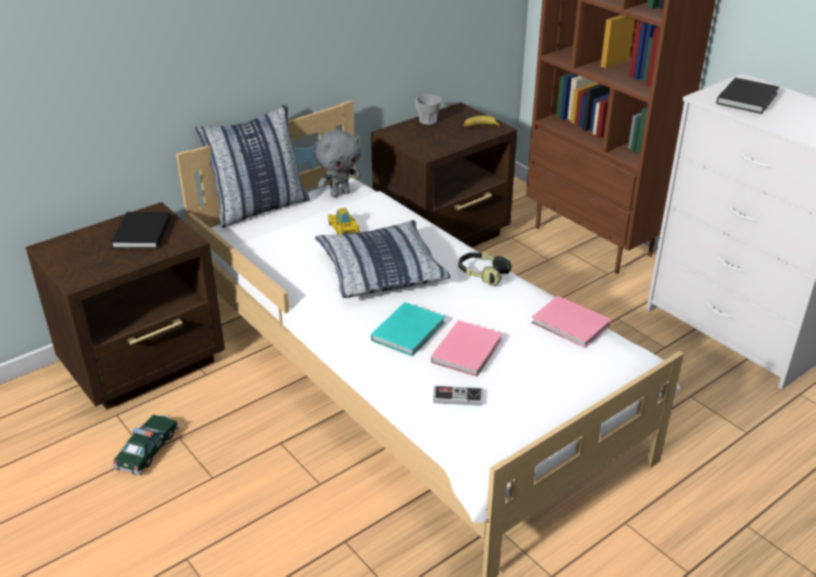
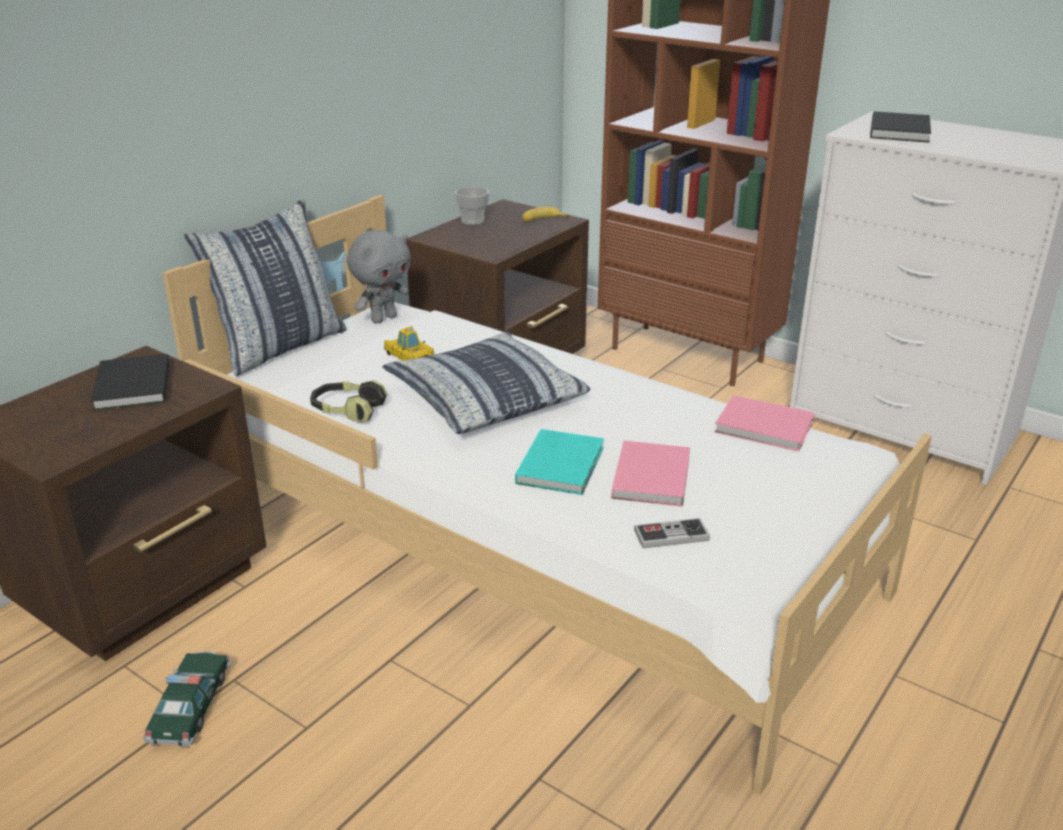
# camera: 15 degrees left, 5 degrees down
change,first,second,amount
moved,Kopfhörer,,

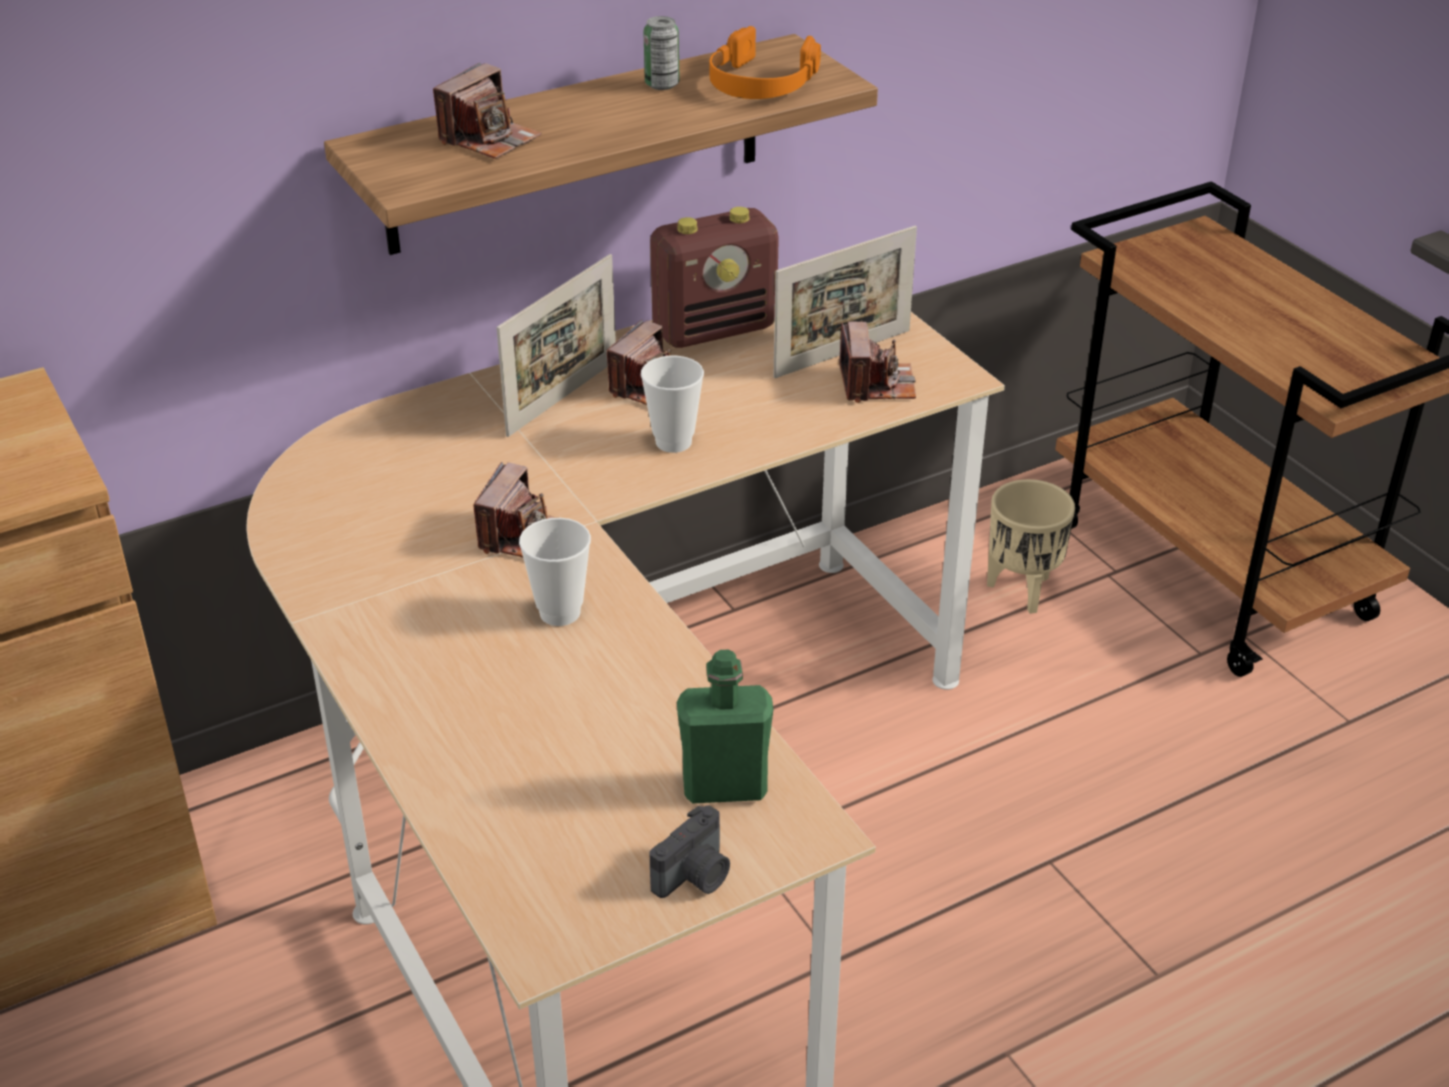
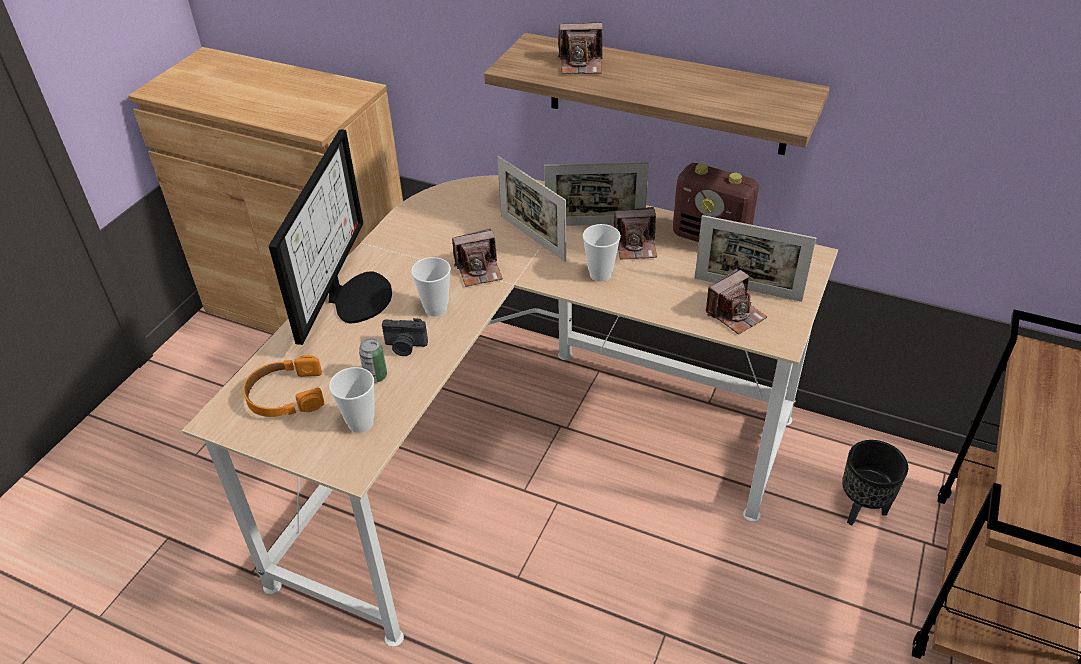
# camera: 55 degrees right, 5 degrees up
change,first,second,amount
moved,Kopfhörer (orange),,
added,,Monitor,
replaced,Flasche (grün),Tasse (1st from left),
moved,Dose,,
moved,Kamera (4th from left in the first image),Kamera (1st from left),
added,,Bilderrahmen (1st from left),
recoloured,Pflanzkübel (beige),Pflanzkübel (schwarz),

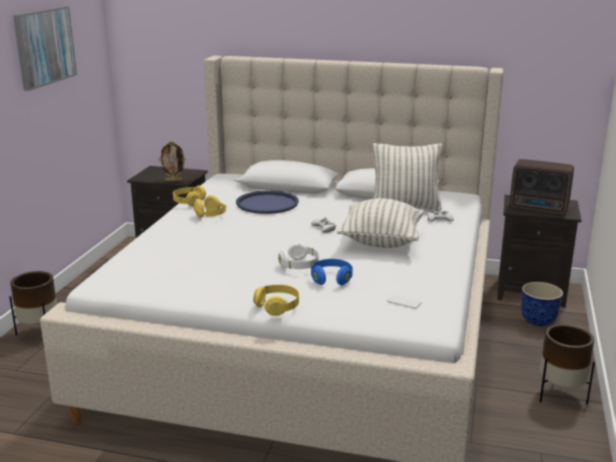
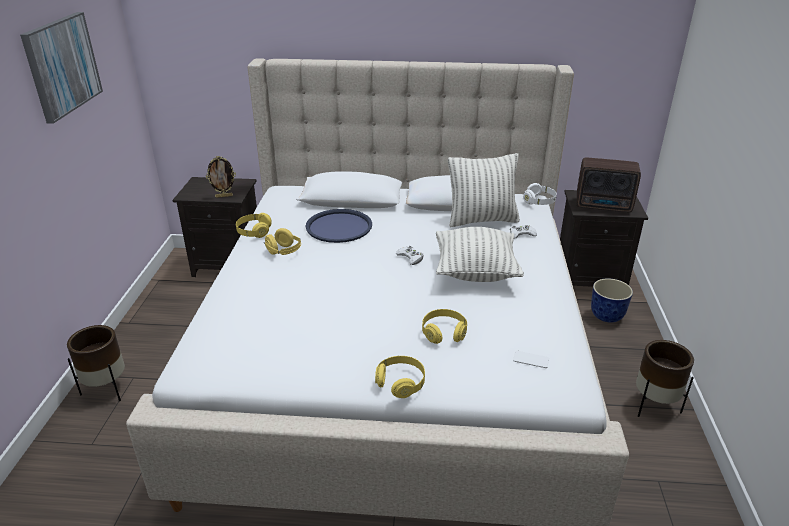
# camera: 10 degrees left, 10 degrees up
change,first,second,amount
recoloured,Kopfhörer (blau),Kopfhörer (gelb) (4th from left),
moved,Kopfhörer (weiß),,

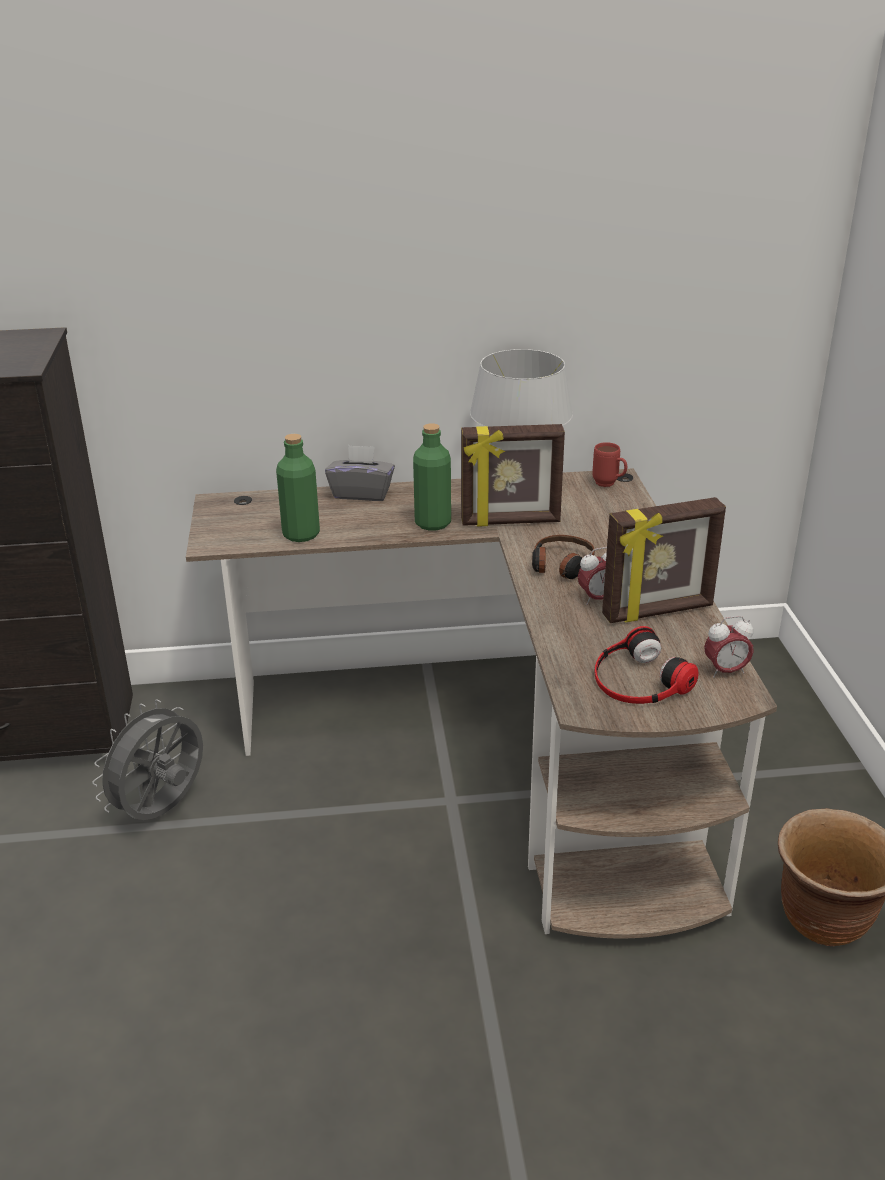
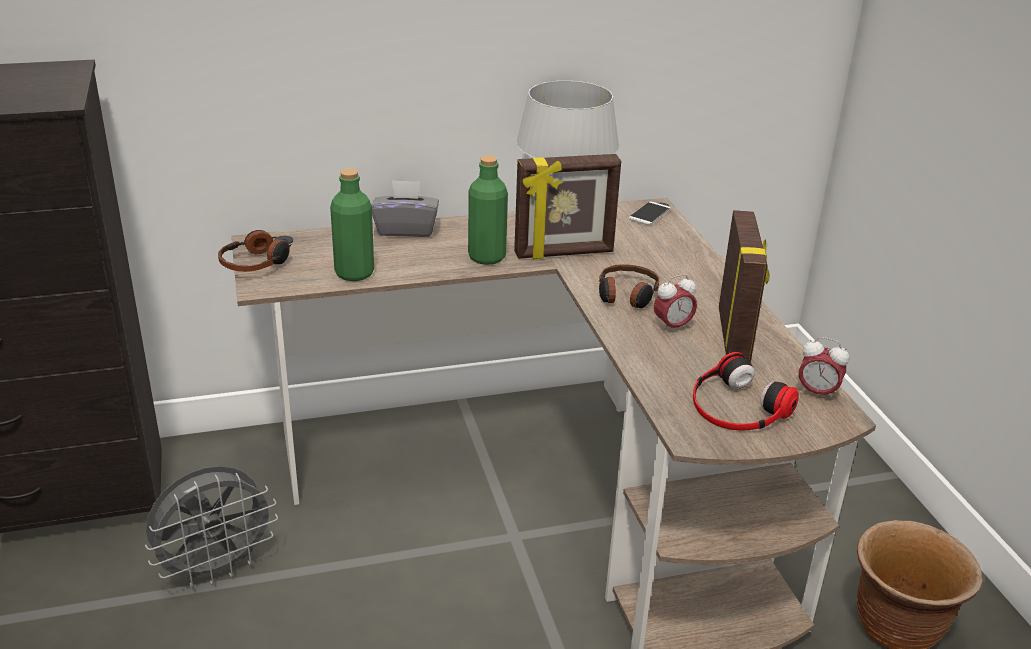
# camera: 10 degrees left, 0 degrees up
change,first,second,amount
turned,Ventilator (grau),,150 degrees counterclockwise
added,,Kopfhörer (1st from left),
replaced,Henkelbecher (rot),Handy,
turned,Bilderrahmen (2nd from left),,60 degrees counterclockwise
turned,Wecker (2nd from left),,45 degrees clockwise

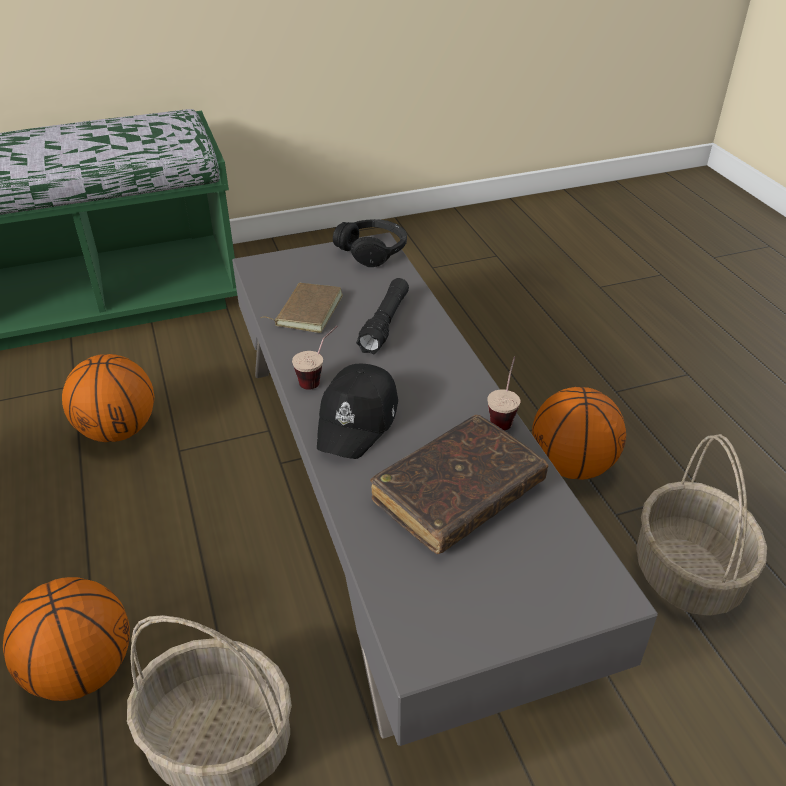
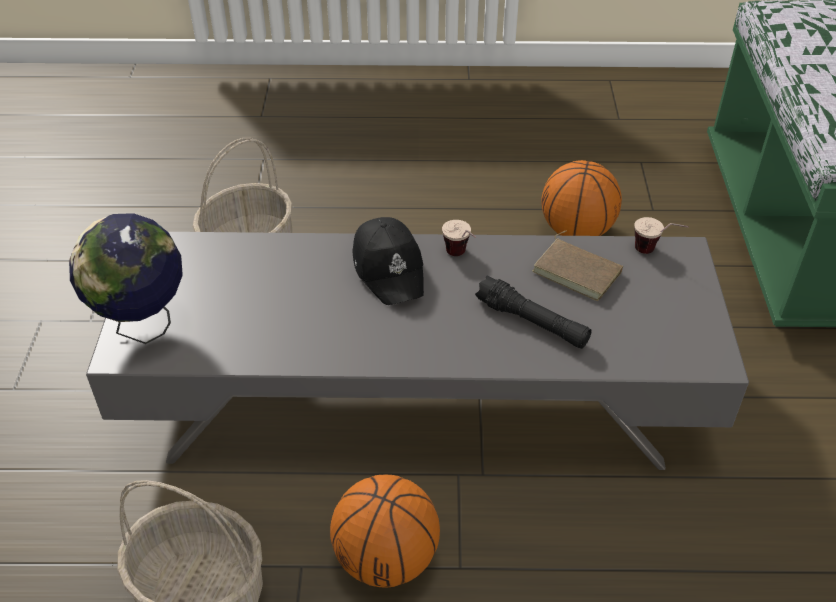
# camera: 110 degrees right, 5 degrees up
change,first,second,amount
added,,Globus,
turned,Kappe (schwarz),,150 degrees counterclockwise
moved,Tasse (2nd from left),,
removed,Basketball (1st from left),,
removed,Kopfhörer (schwarz),,
removed,Buch (braun) (2nd from left),,

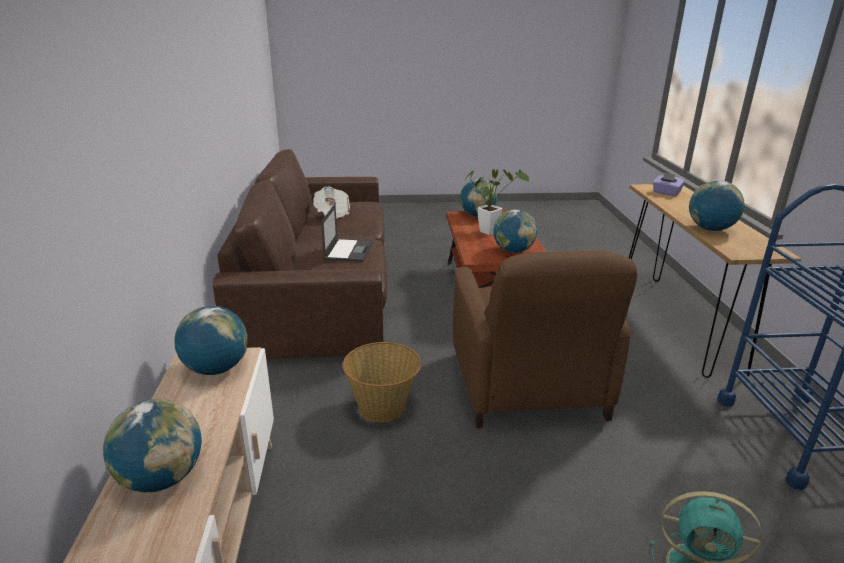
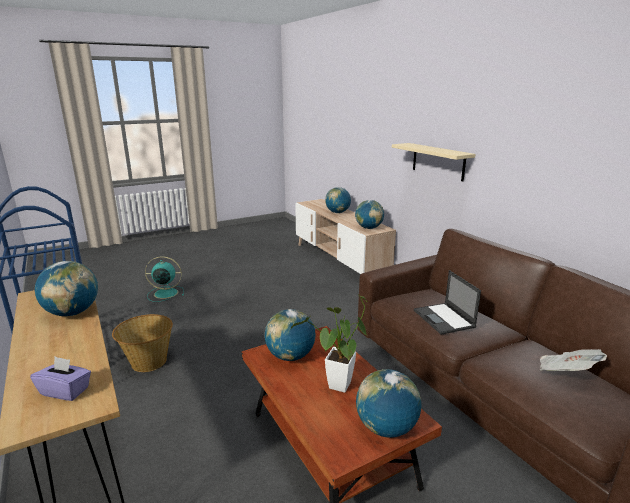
# camera: 155 degrees right, 5 degrees down
change,first,second,amount
moved,Korb,,
added,,Wandregal (beige),
removed,Sessel (braun),,

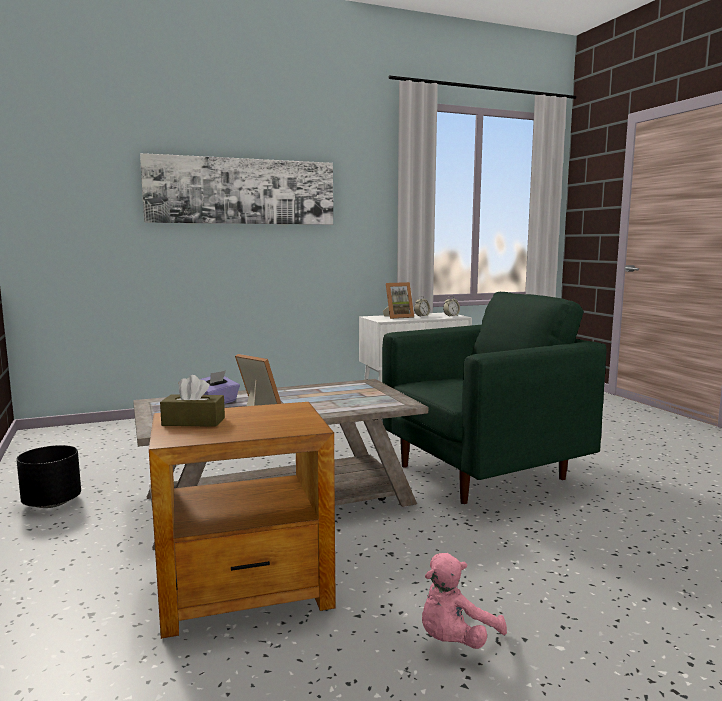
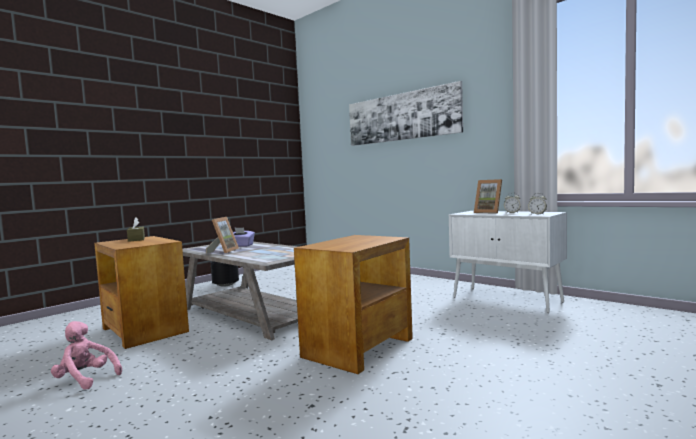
# camera: 65 degrees right, 5 degrees down
change,first,second,amount
replaced,Sessel (grün),Beistelltisch (braun) (2nd from left),

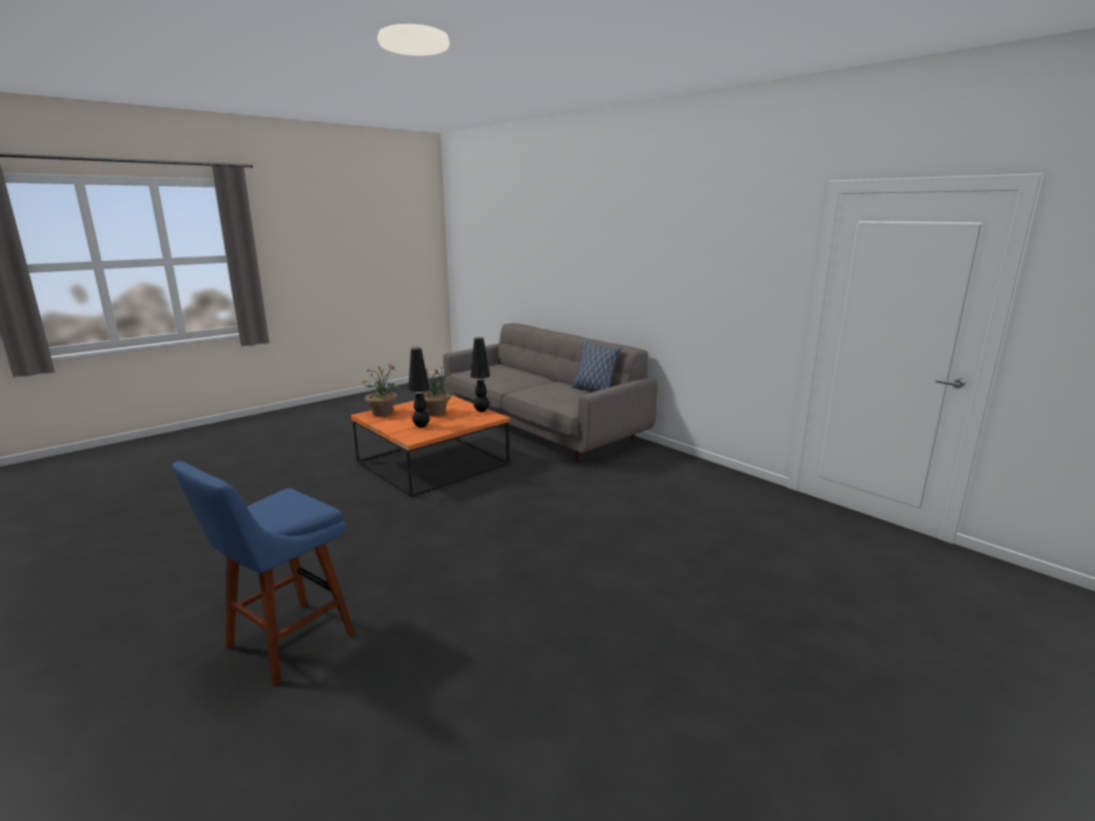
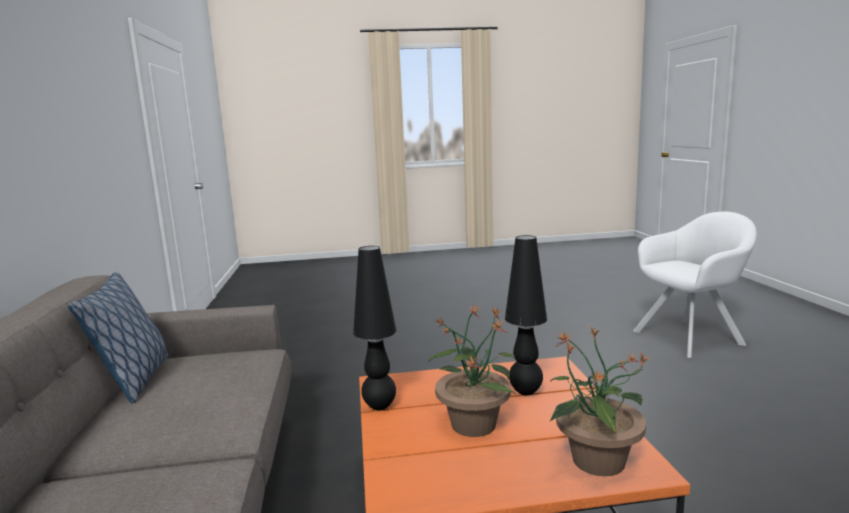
# camera: 145 degrees left, 5 degrees down
change,first,second,amount
replaced,Hocker (blau),Sessel (weiß),

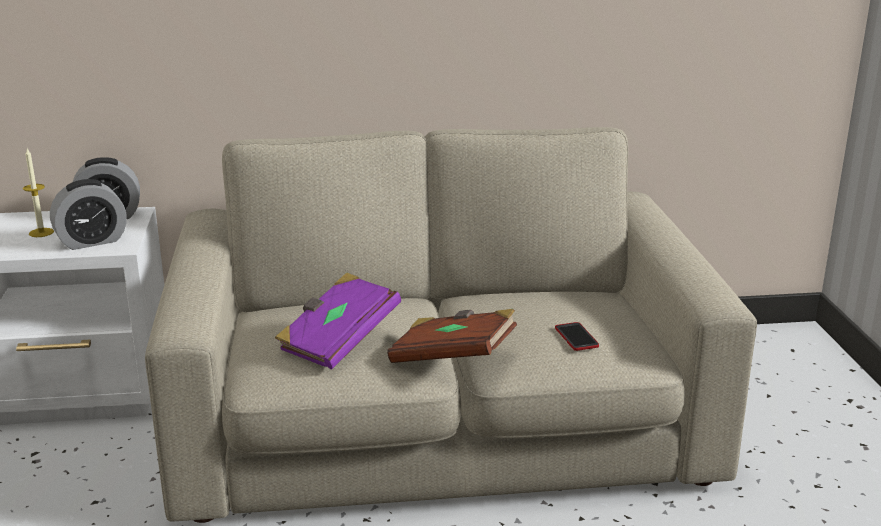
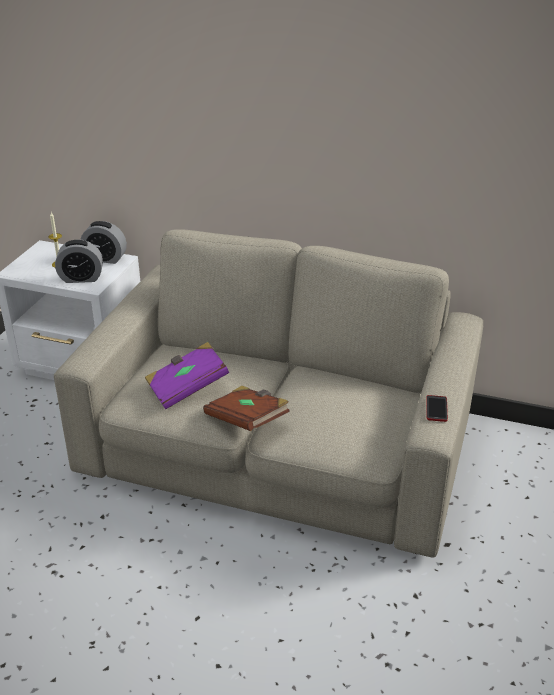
# camera: 25 degrees right, 10 degrees up
change,first,second,amount
moved,Handy,,

